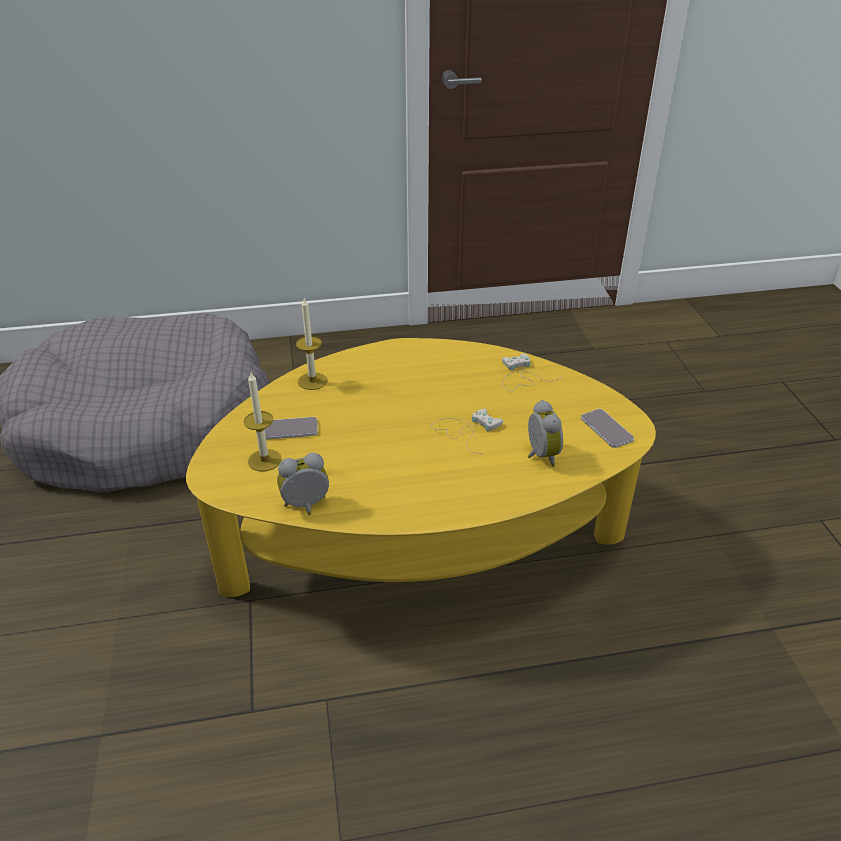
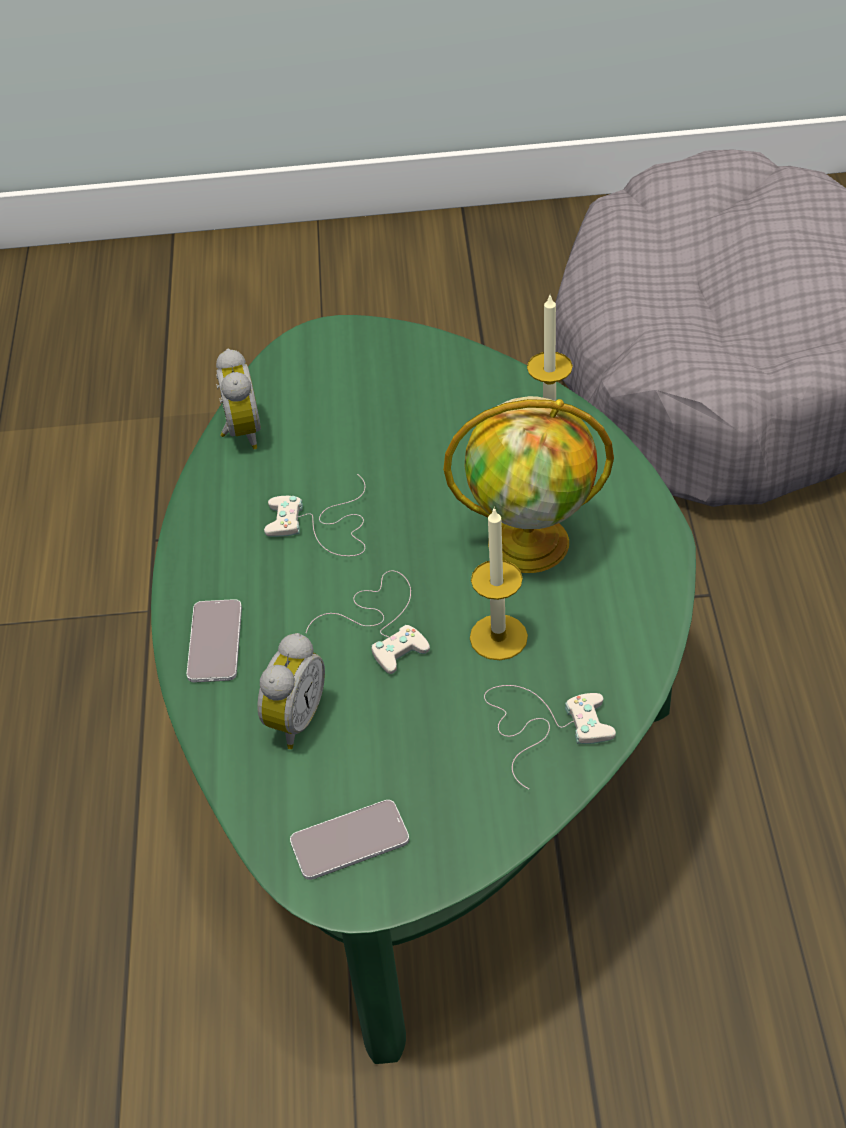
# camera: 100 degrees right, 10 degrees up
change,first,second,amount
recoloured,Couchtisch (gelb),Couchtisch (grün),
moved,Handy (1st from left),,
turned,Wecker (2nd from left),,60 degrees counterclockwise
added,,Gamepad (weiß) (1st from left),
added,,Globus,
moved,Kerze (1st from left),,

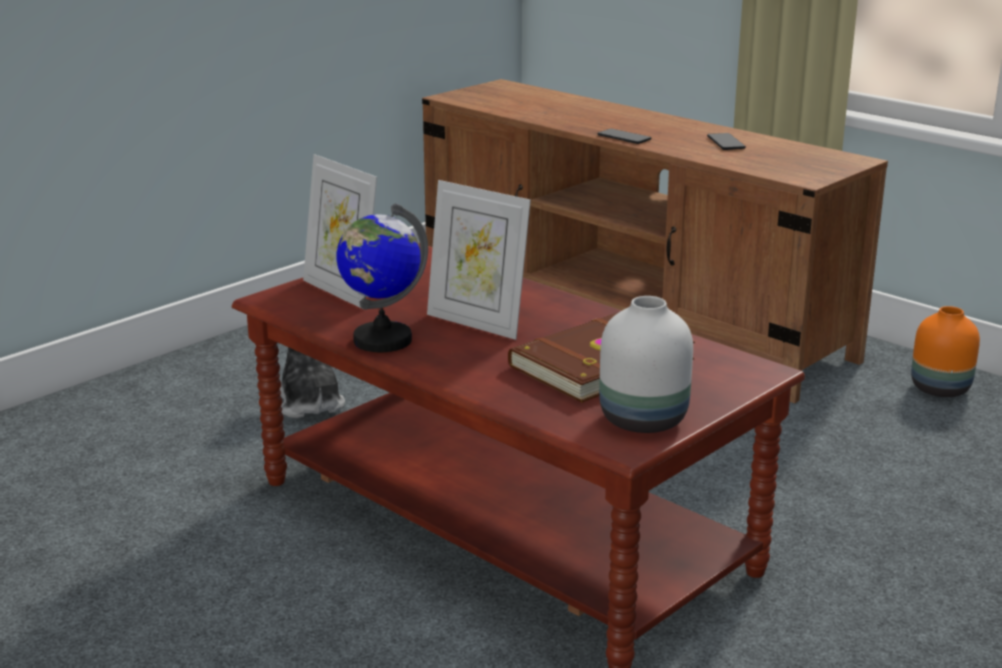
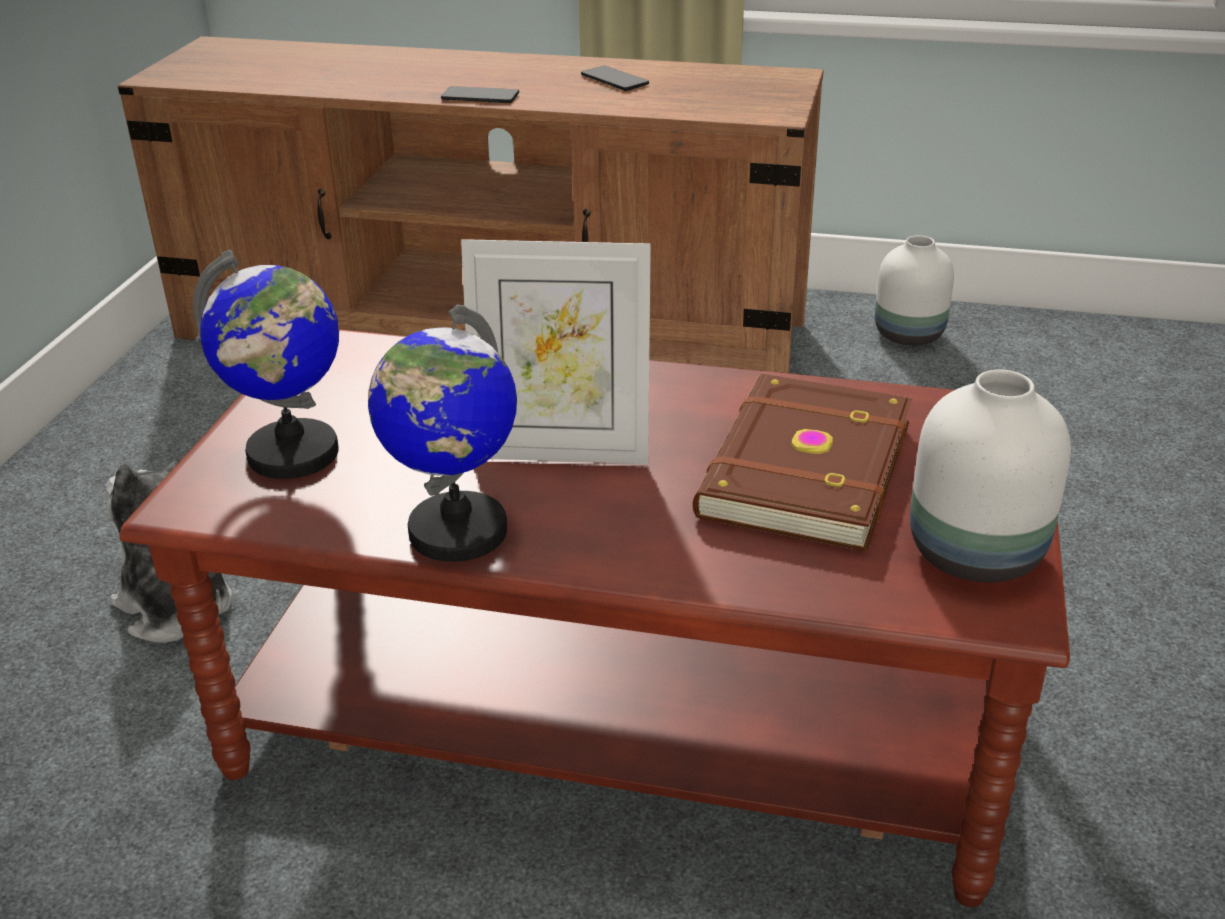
# camera: 30 degrees left, 10 degrees up
change,first,second,amount
replaced,Bilderrahmen (1st from left),Globus (1st from left),
recoloured,Vase (orange),Vase (weiß) (1st from left),

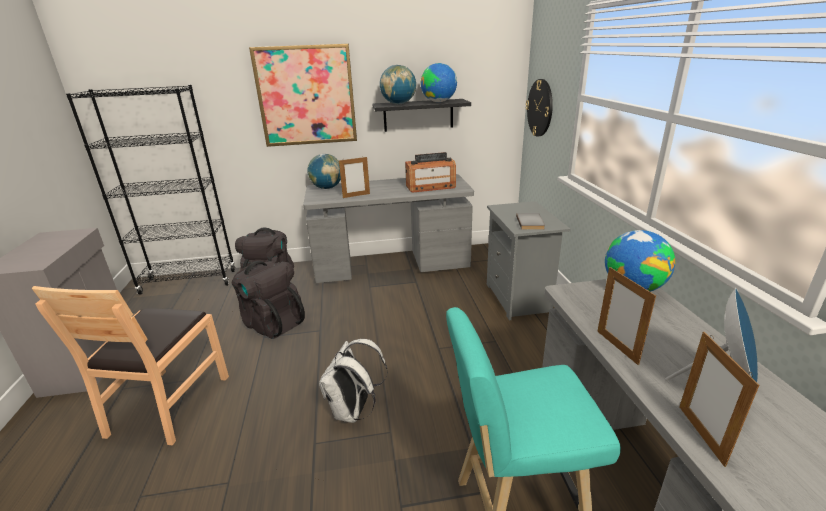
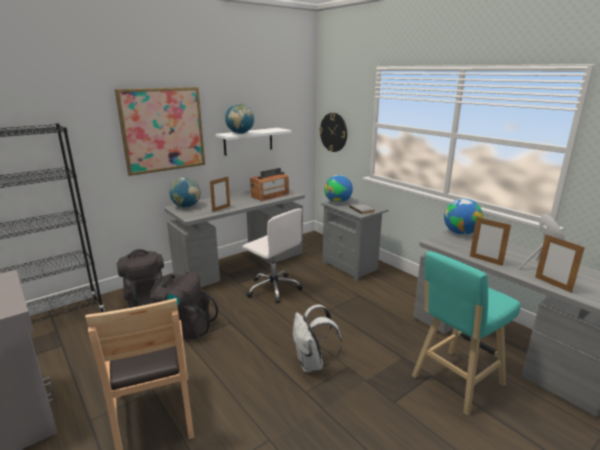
# camera: 30 degrees left, 5 degrees down
change,first,second,amount
recoloured,Wandregal (schwarz),Wandregal (weiß),
added,,Bürostuhl (weiß),
moved,Globus (3rd from left),,

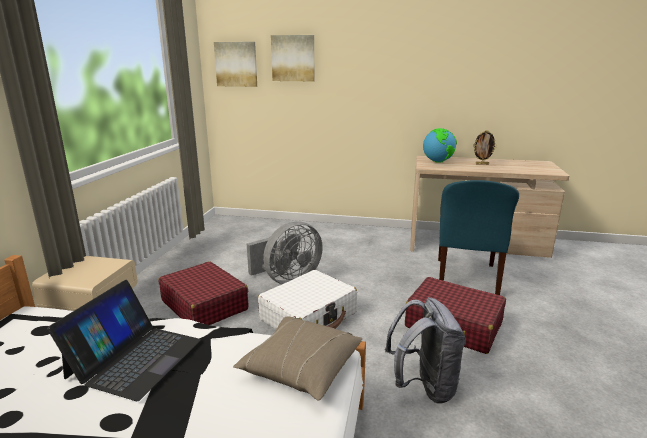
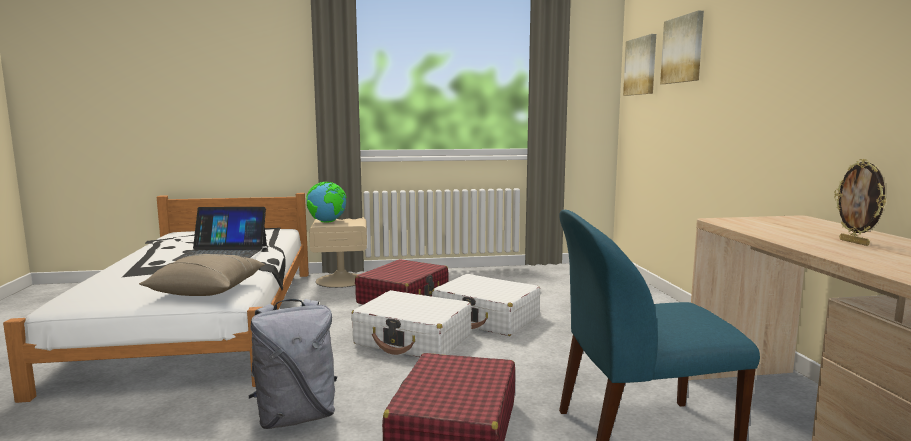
# camera: 70 degrees right, 10 degrees down
change,first,second,amount
moved,Globus,,
replaced,Ventilator (grau),Koffer (weiß) (2nd from left),

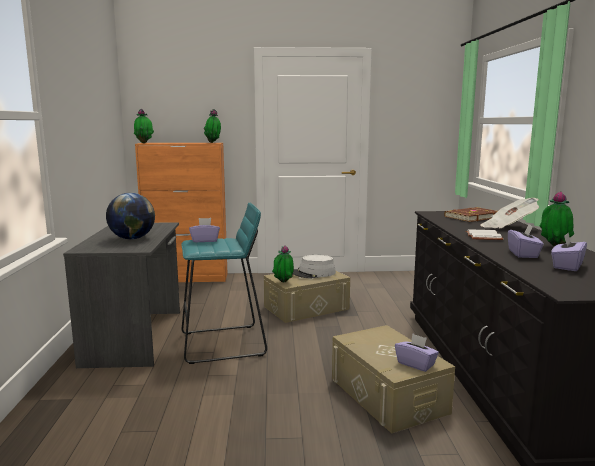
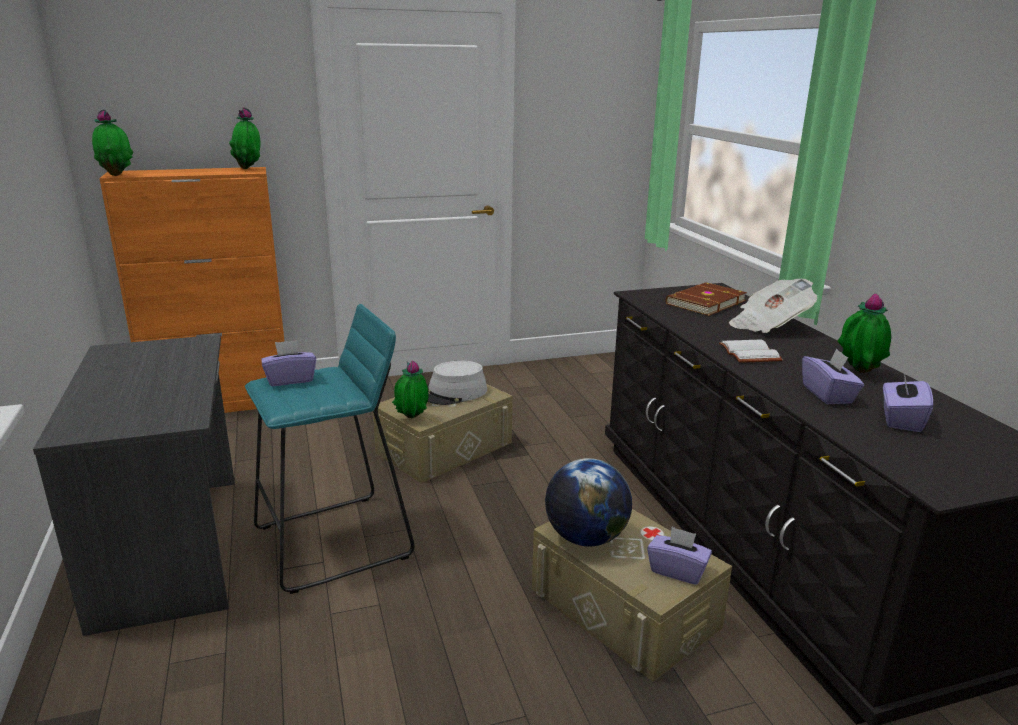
# camera: 15 degrees left, 10 degrees up
change,first,second,amount
moved,Globus,,

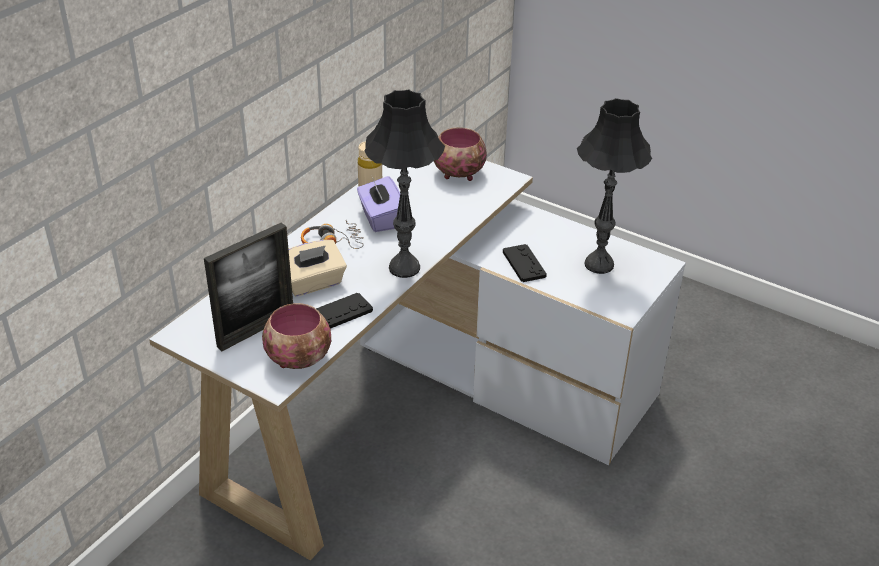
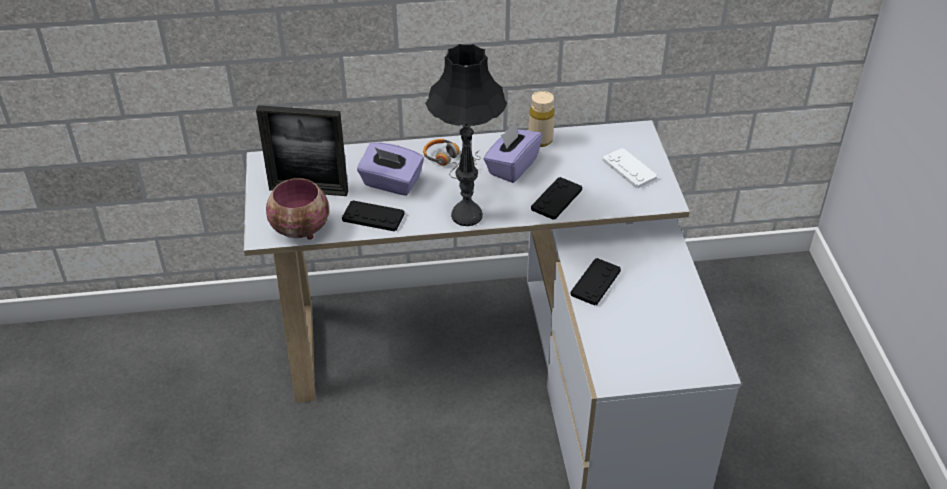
# camera: 50 degrees right, 5 degrees up
change,first,second,amount
recoloured,Taschentuchbox (beige),Taschentuchbox (lila) (1st from left),
added,,Gamepad (schwarz) (2nd from left),
replaced,Schüssel (2nd from left),Gamepad (weiß),
removed,Tischlampe (schwarz) (2nd from left),,

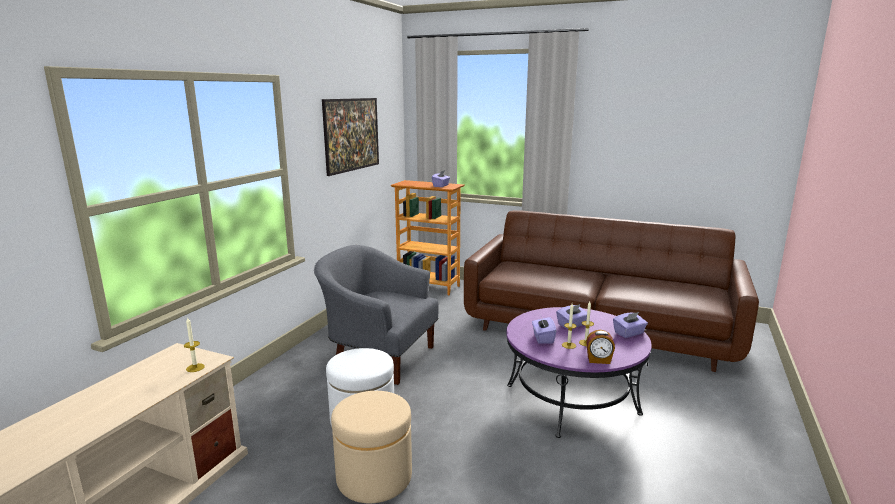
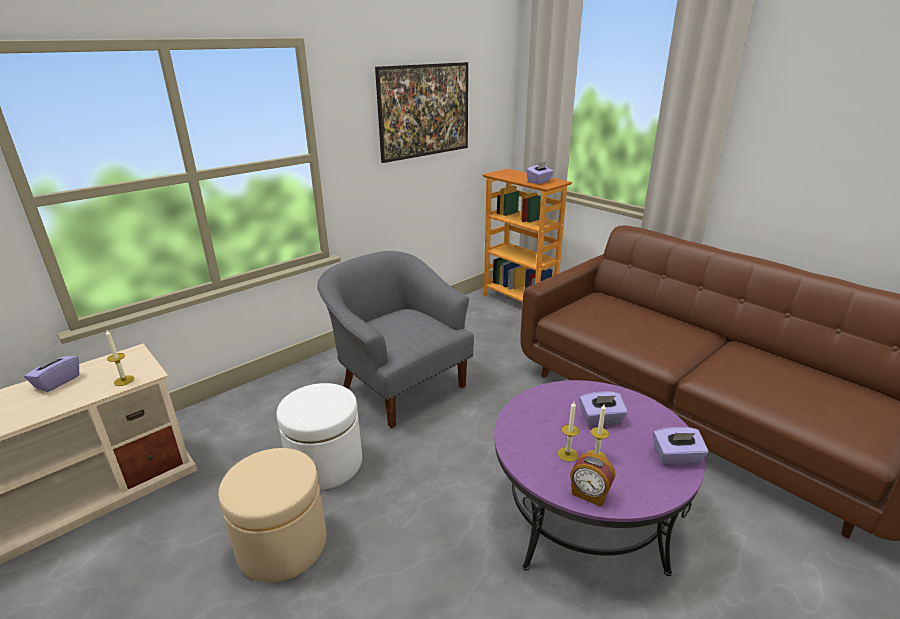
# camera: 25 degrees right, 10 degrees up
change,first,second,amount
moved,Taschentuchbox (lila) (2nd from left in the first image),Taschentuchbox (lila) (1st from left),

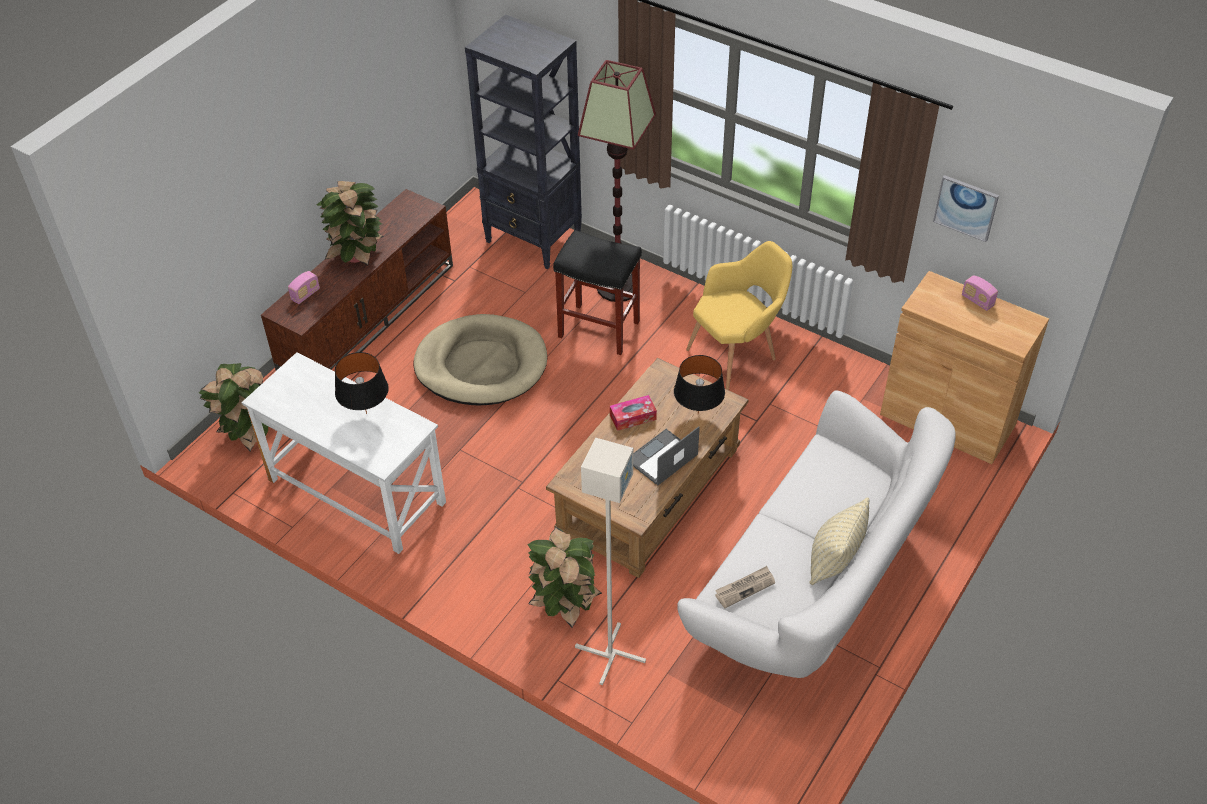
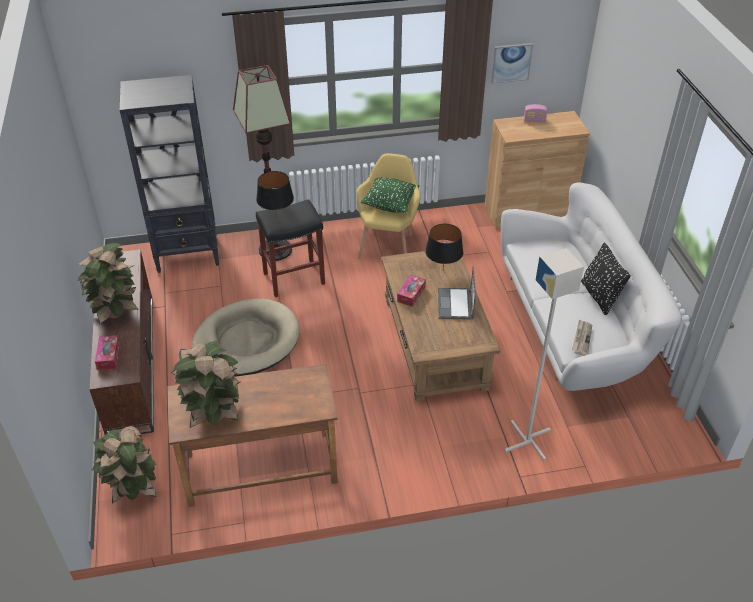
# camera: 45 degrees left, 5 degrees down
change,first,second,amount
replaced,Radio (1st from left),Taschentuchbox (1st from left),
recoloured,Schreibtisch (weiß),Schreibtisch (braun),
moved,Topfpflanze (3rd from left),,
moved,Tischlampe (schwarz) (1st from left),,
added,,Kissen (grün),
recoloured,Kissen (beige),Kissen (schwarz),

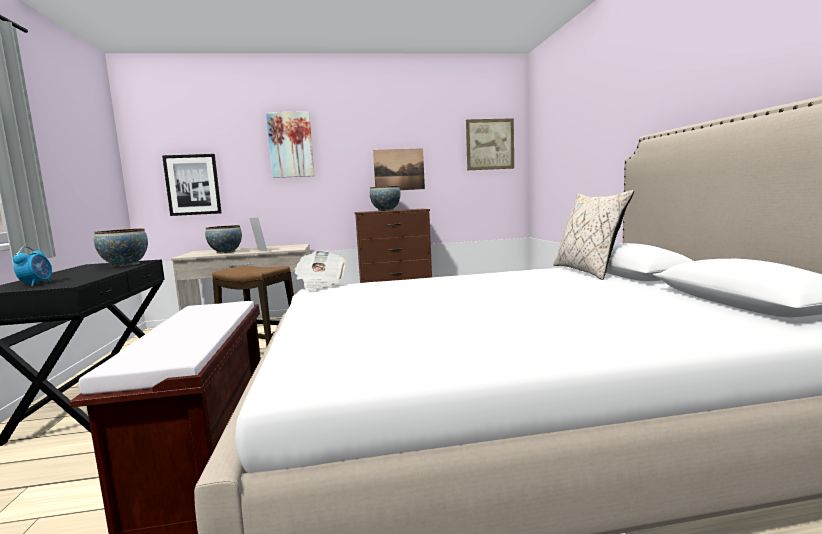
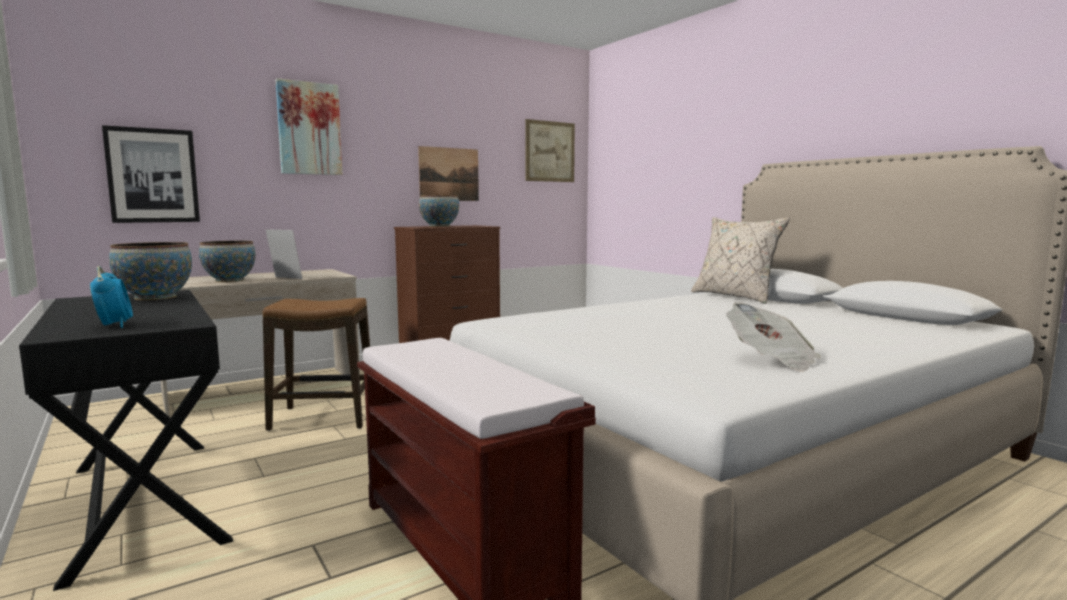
# camera: 25 degrees left, 0 degrees up
change,first,second,amount
moved,Zeitung,,

